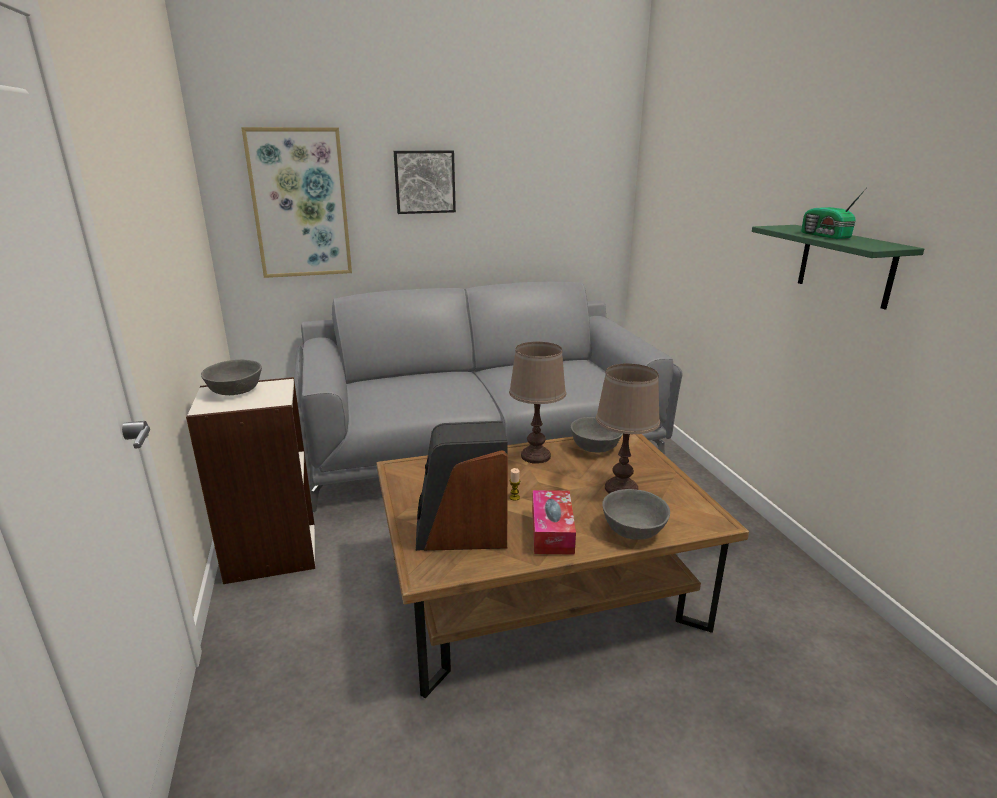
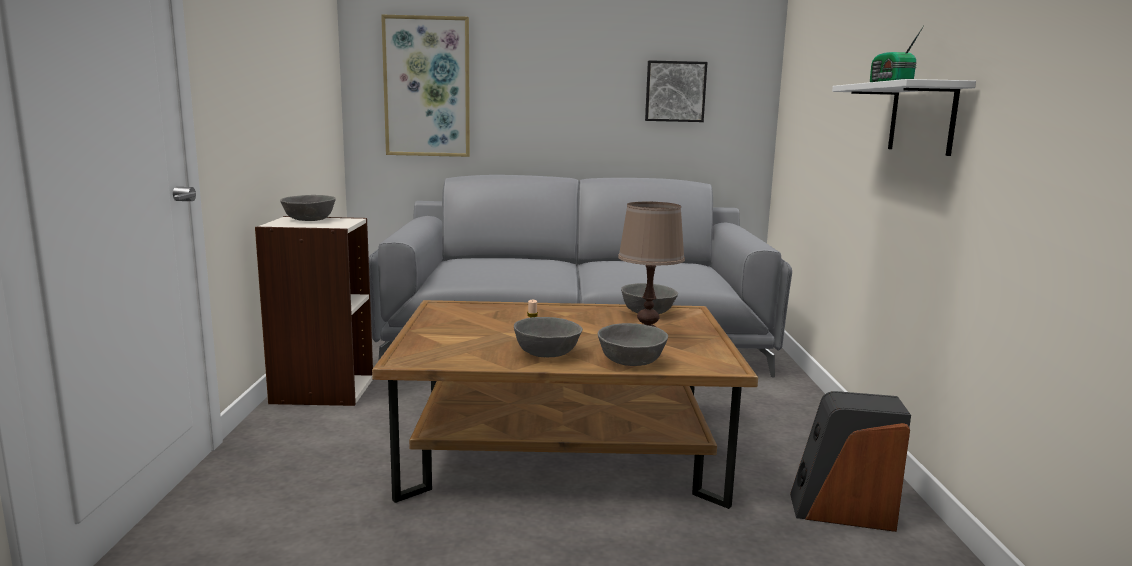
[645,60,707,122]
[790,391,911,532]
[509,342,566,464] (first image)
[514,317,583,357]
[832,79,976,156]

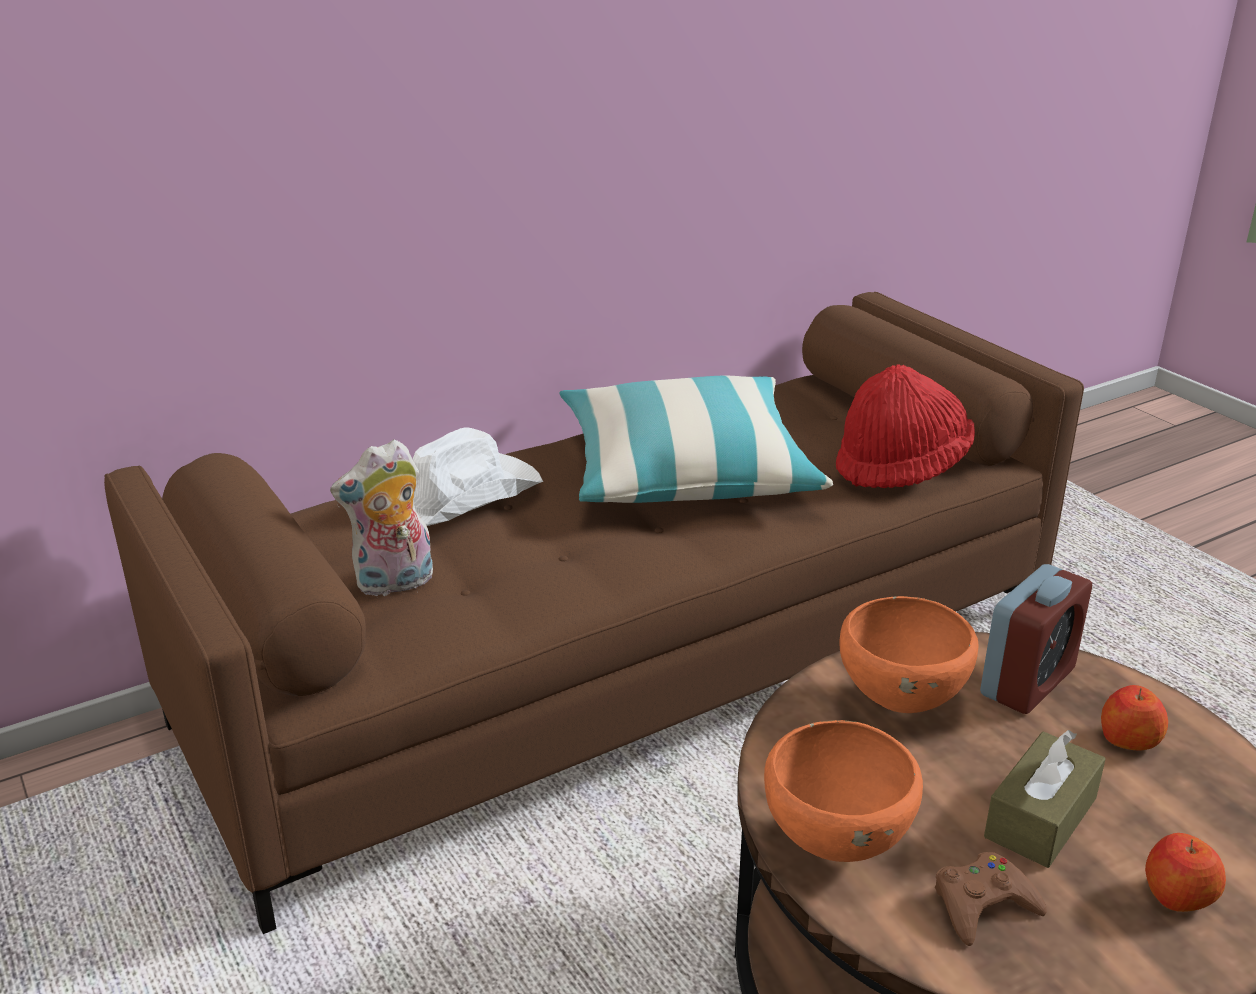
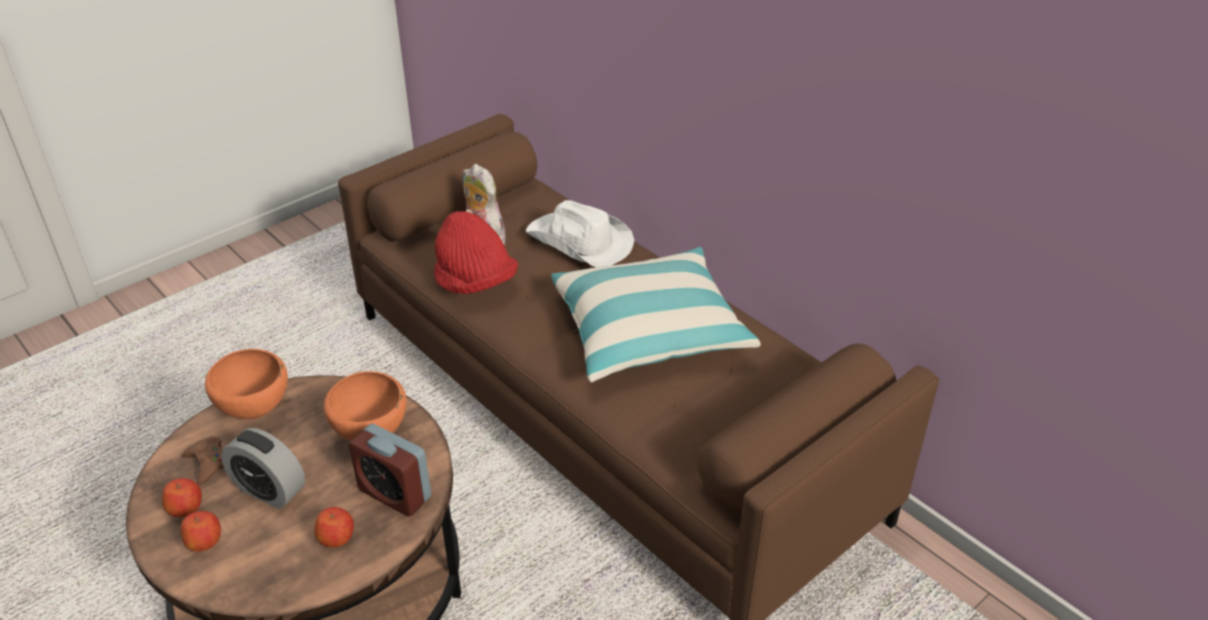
[434,211,518,294]
[221,428,305,509]
[162,478,202,517]

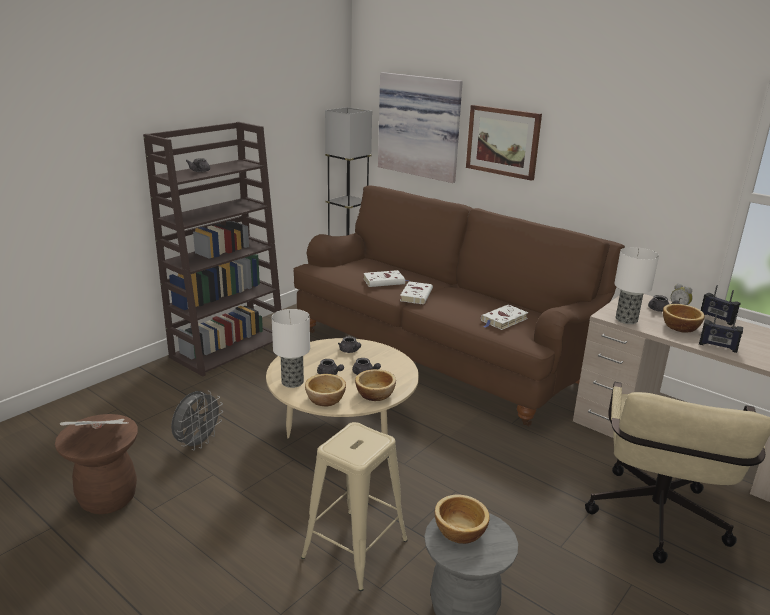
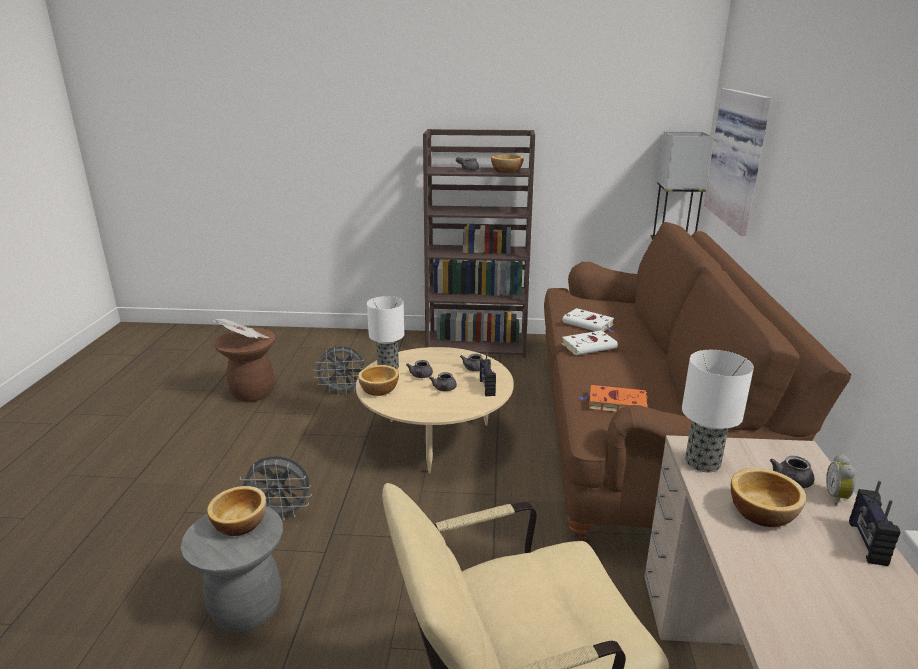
[238,456,312,521]
[491,154,524,173]
[466,105,542,181] (first image)
[579,385,647,412]
[480,352,496,396]

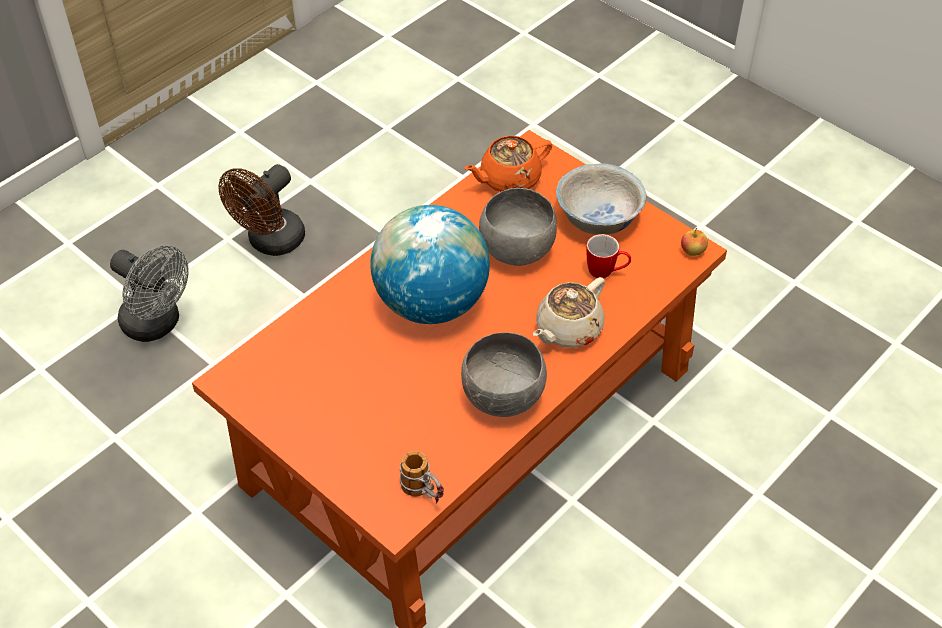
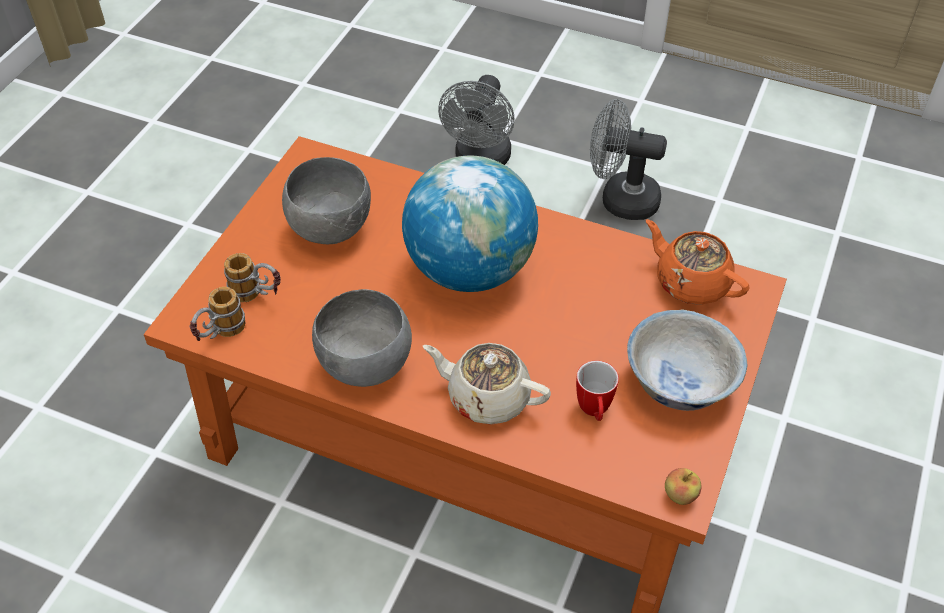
[590,99,667,220]
[282,157,371,244]
[224,253,281,302]

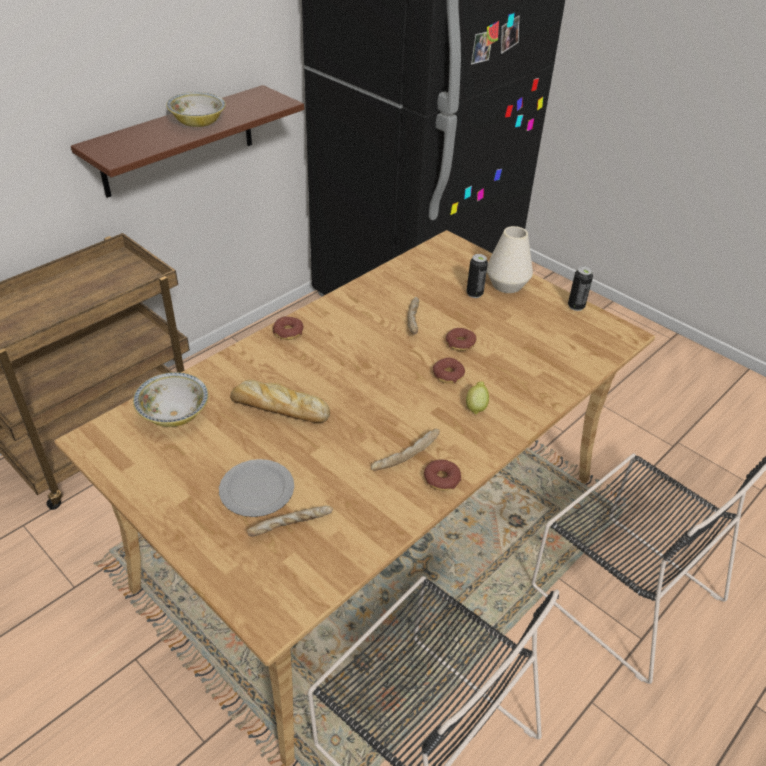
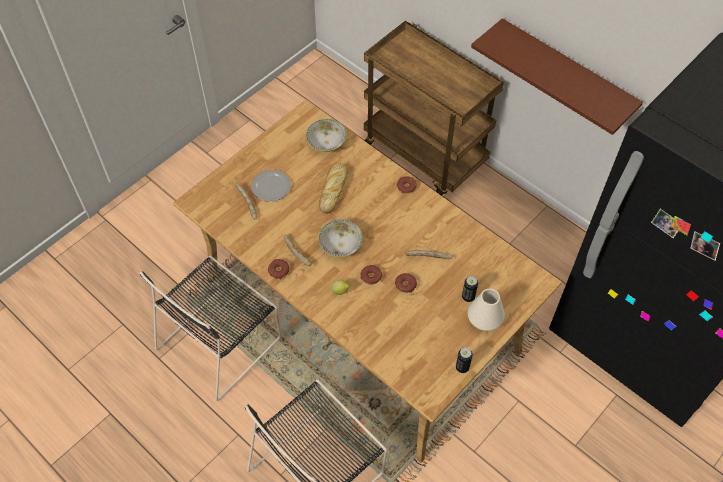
[318,219,363,257]

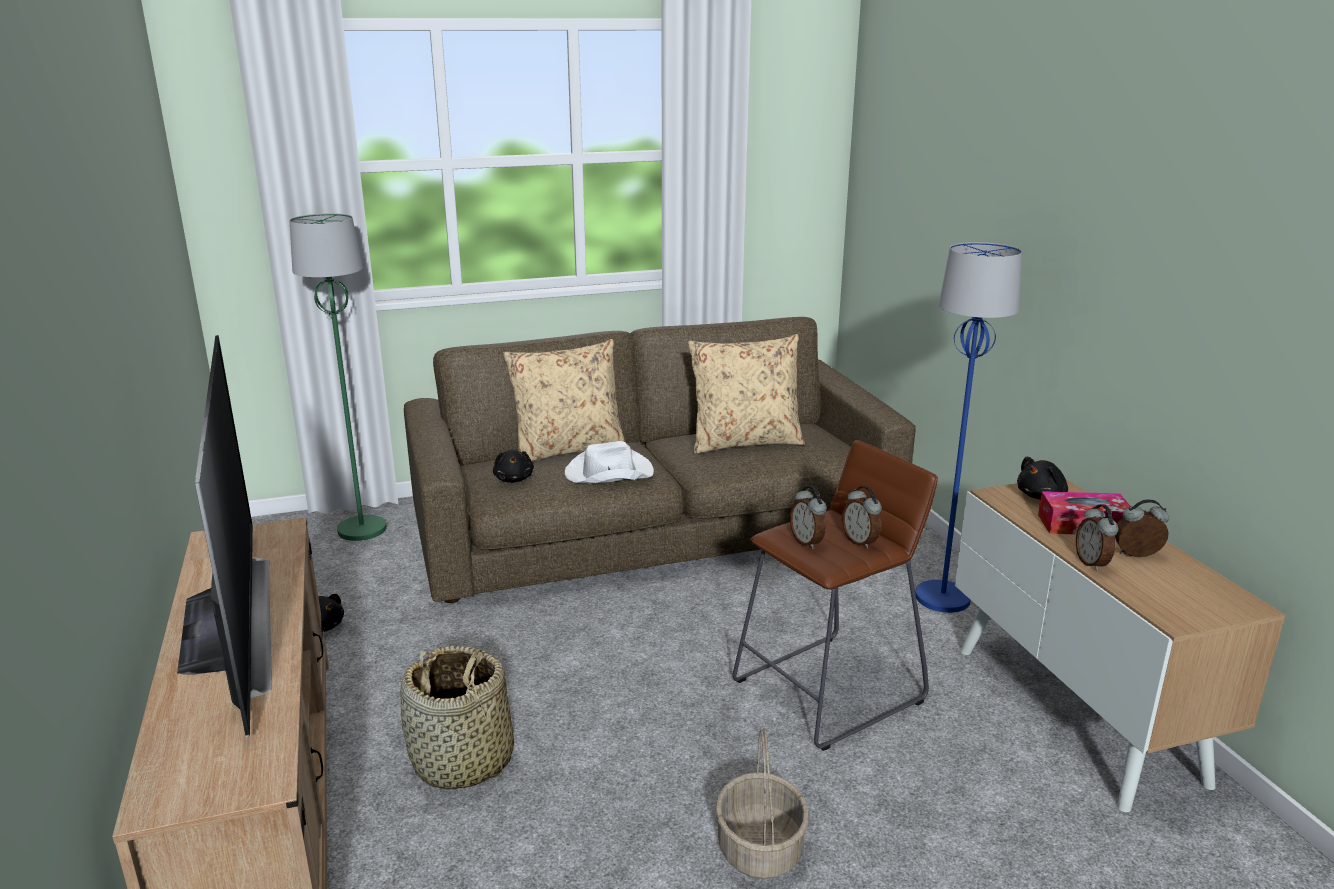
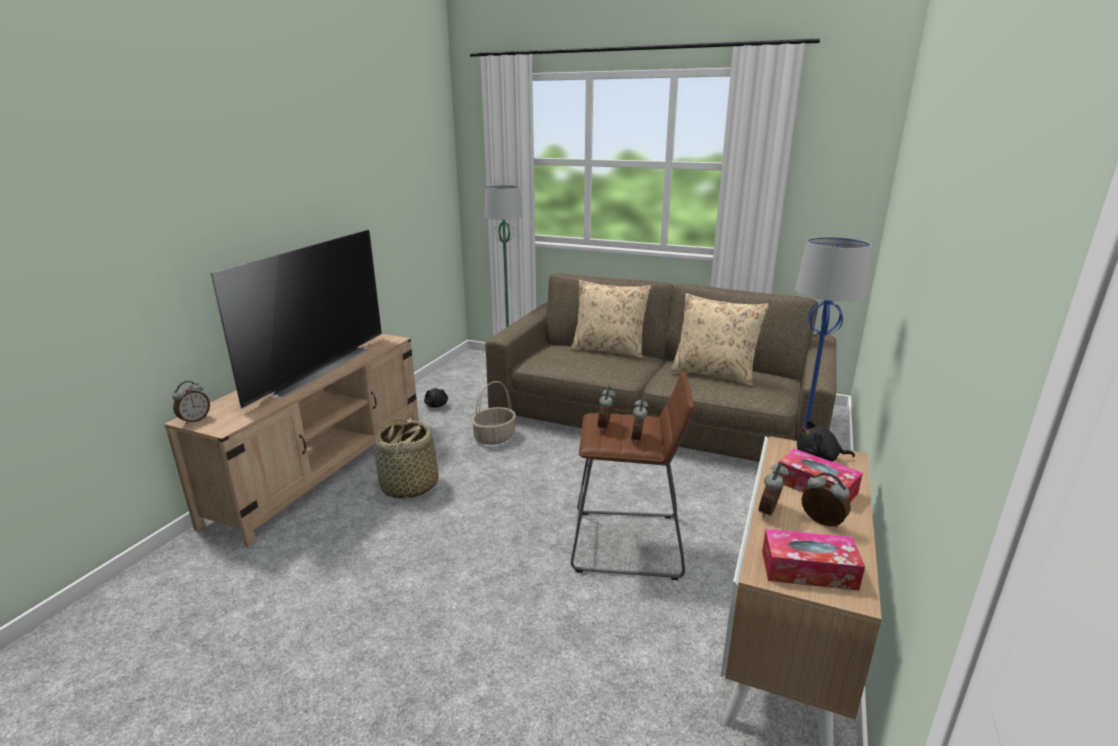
[493,450,534,483] (first image)
[565,441,654,484] (first image)
[471,381,516,445]
[172,381,210,425]
[762,529,865,591]

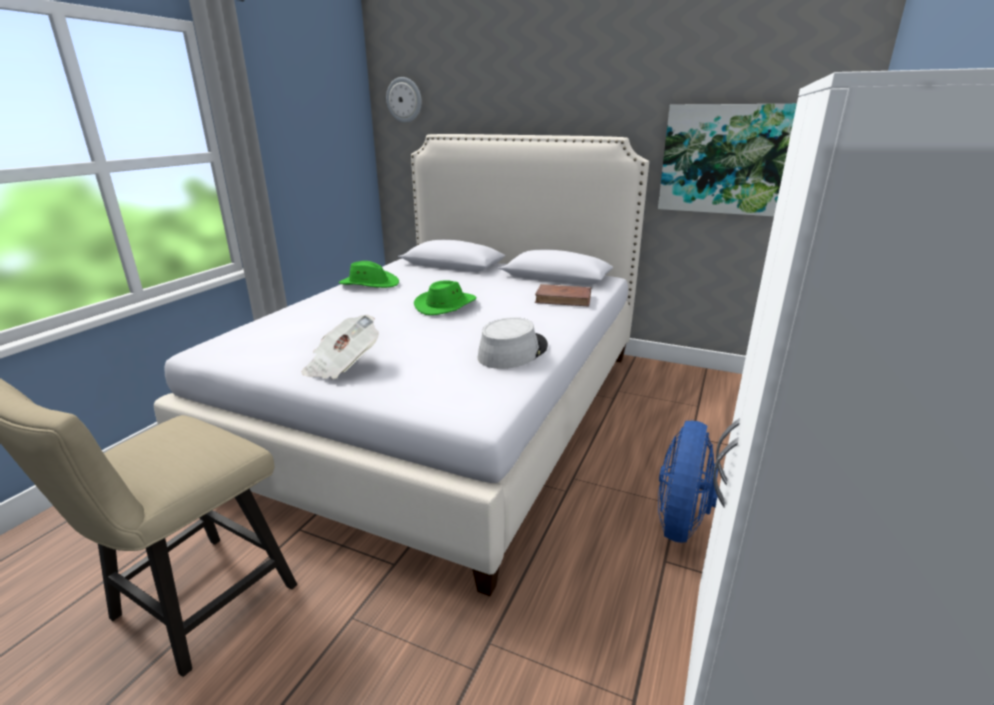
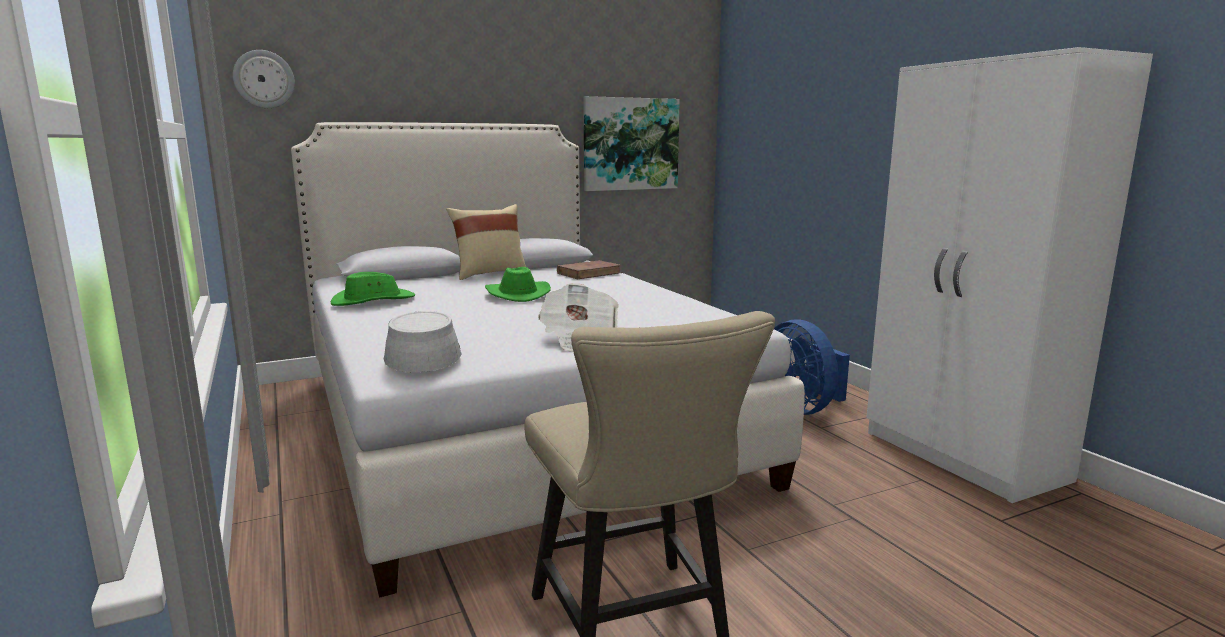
[384,311,462,372]
[446,204,526,280]

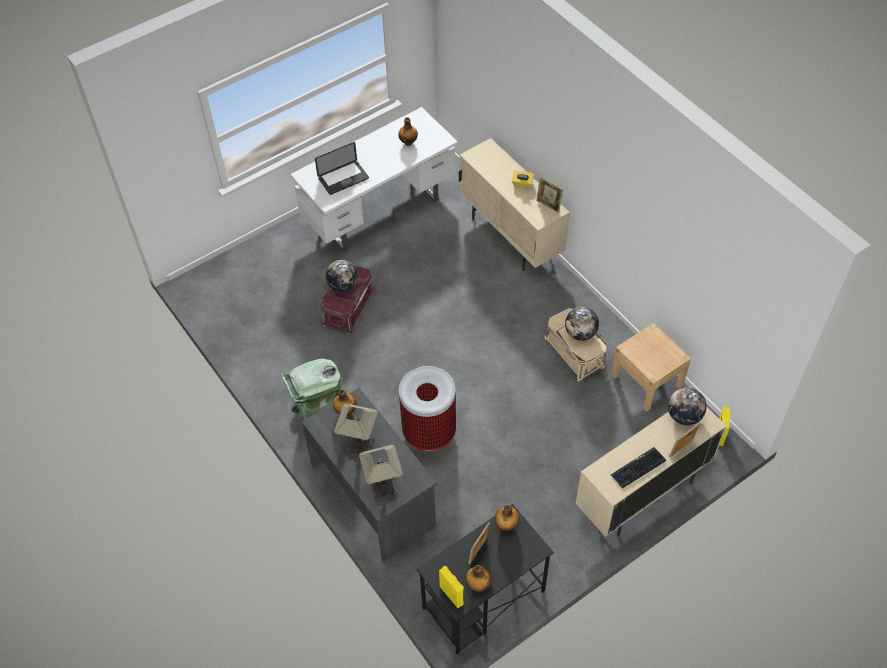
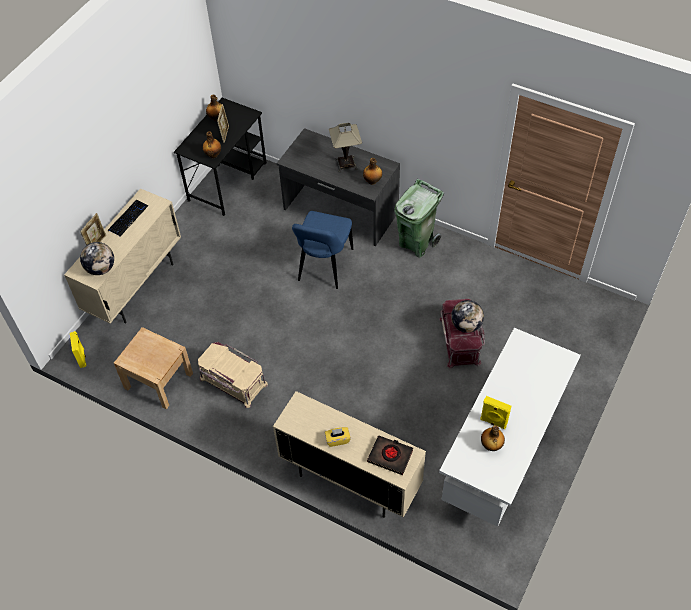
[315,142,369,195] (first image)
[359,445,403,502] (first image)
[292,211,353,289]
[480,396,512,429]
[536,177,563,213] (first image)
[565,307,599,341] (first image)
[367,435,413,475]

